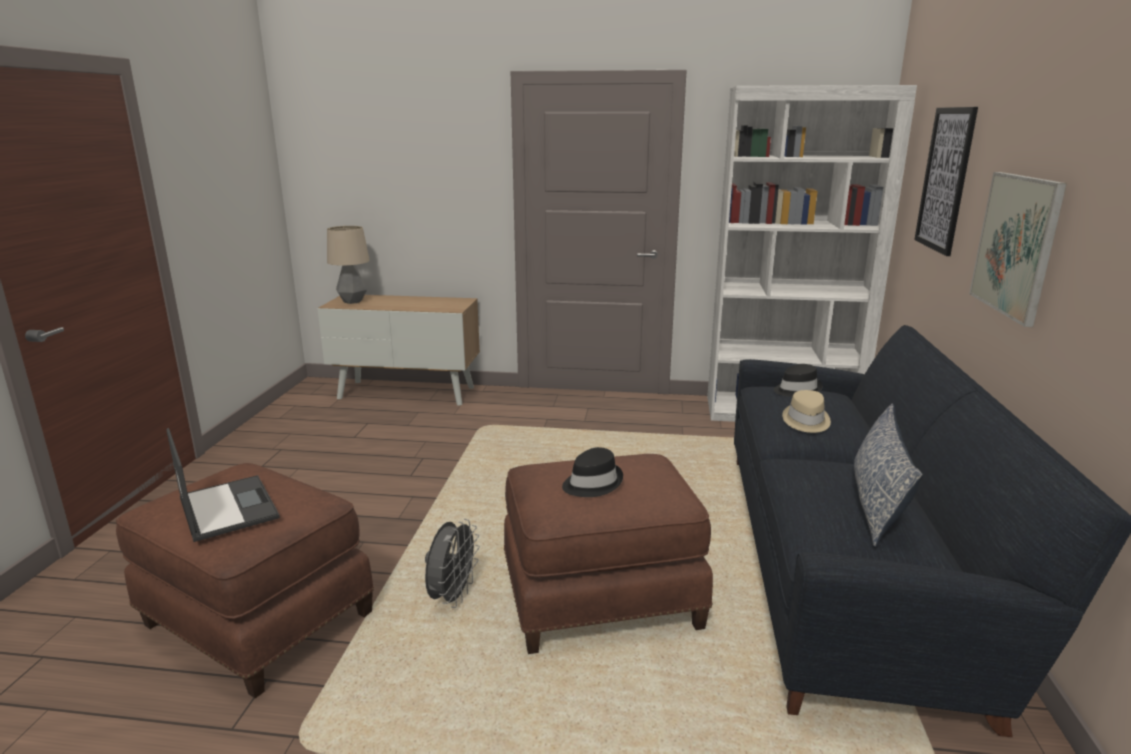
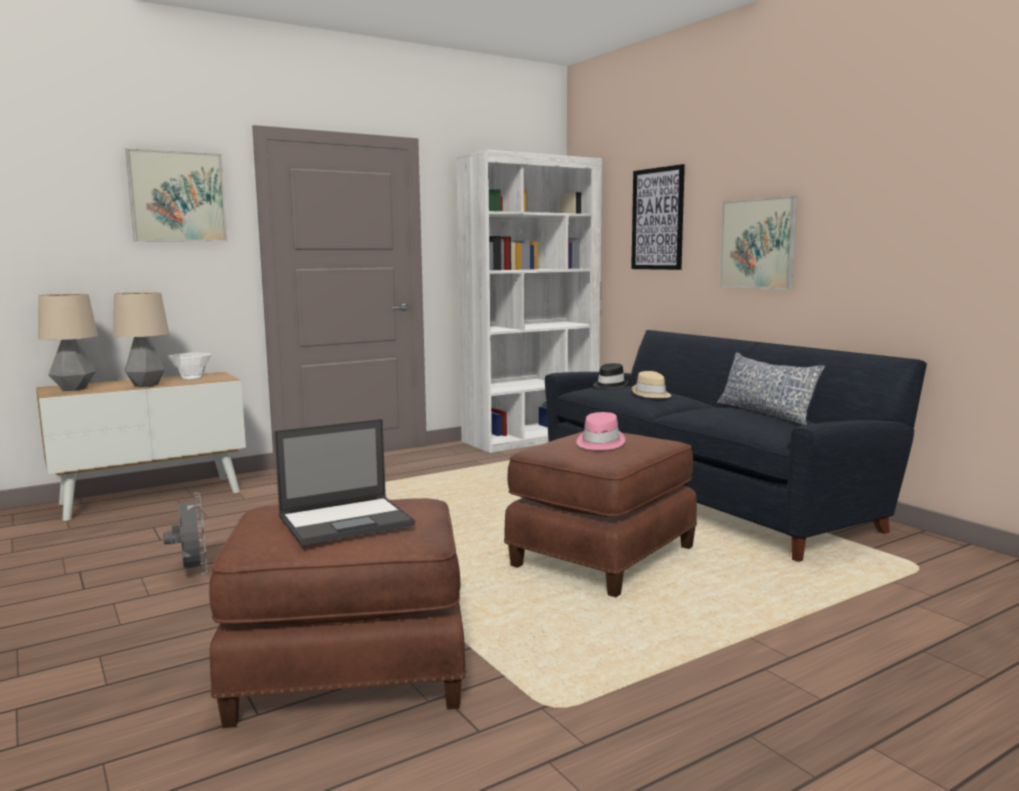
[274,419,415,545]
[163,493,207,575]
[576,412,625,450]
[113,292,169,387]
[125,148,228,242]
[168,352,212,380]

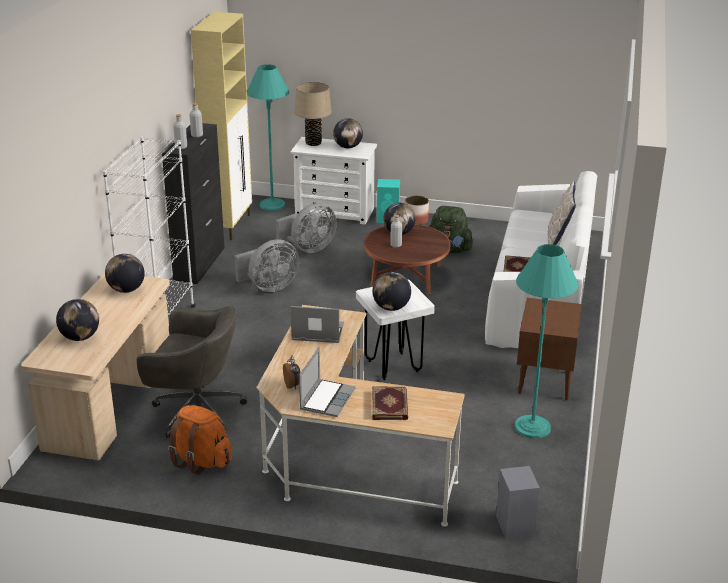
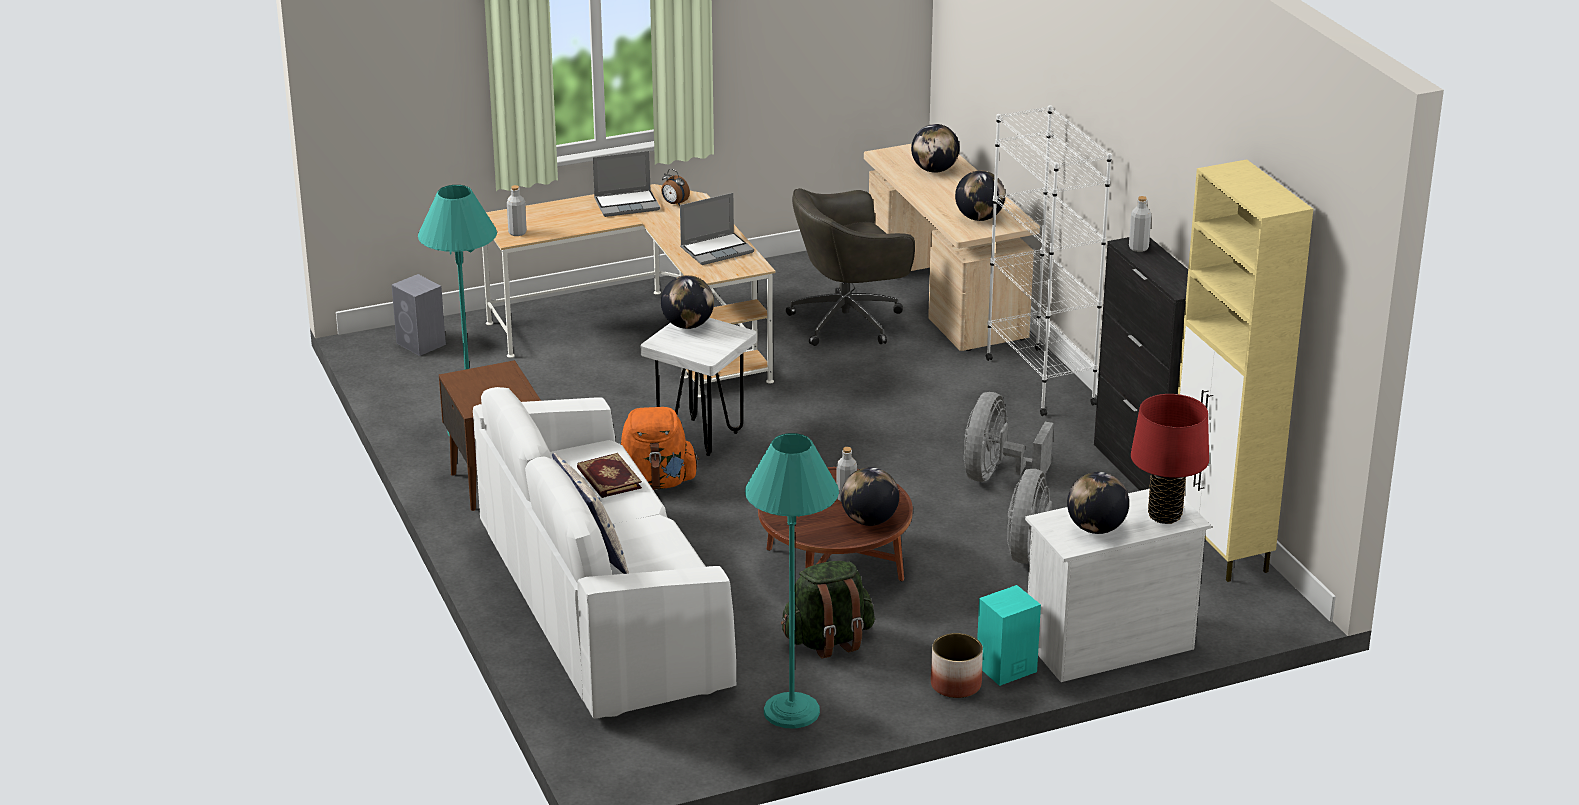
[621,407,699,490]
[507,185,527,236]
[745,433,839,728]
[1131,394,1209,524]
[593,151,660,217]
[372,386,408,420] (first image)

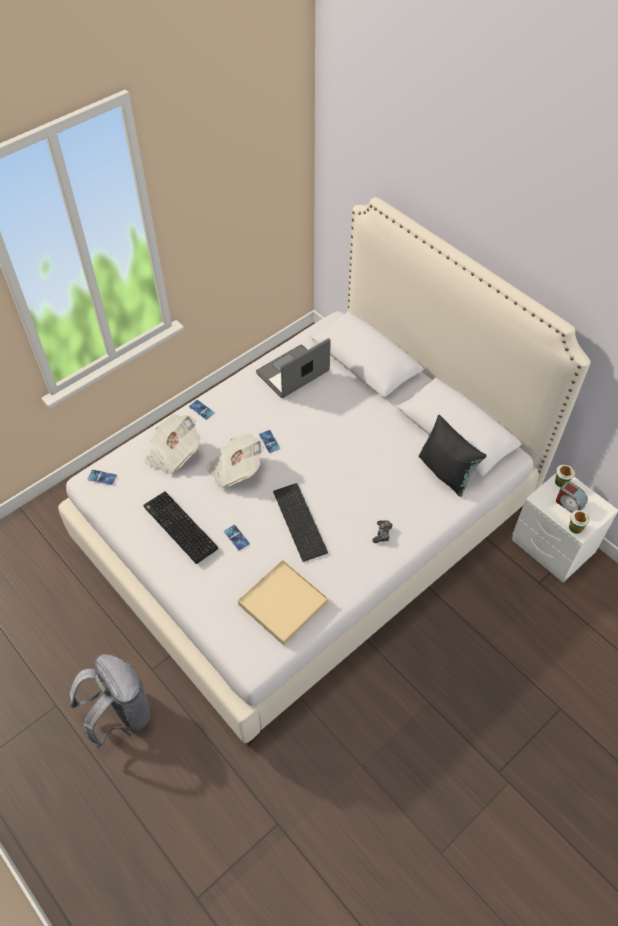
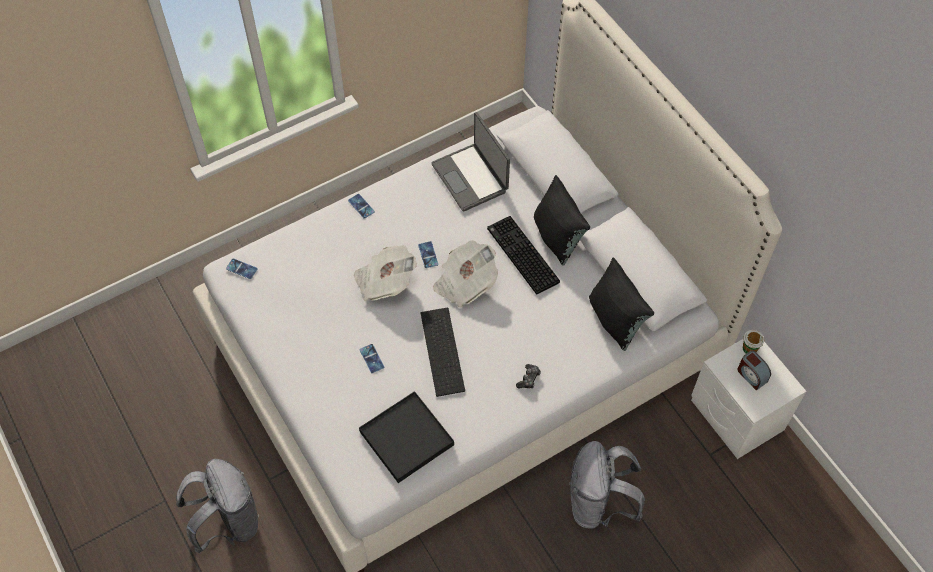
[487,216,560,294]
[433,240,498,308]
[359,391,454,483]
[431,112,510,211]
[569,510,590,534] (first image)
[534,175,590,266]
[569,441,645,529]

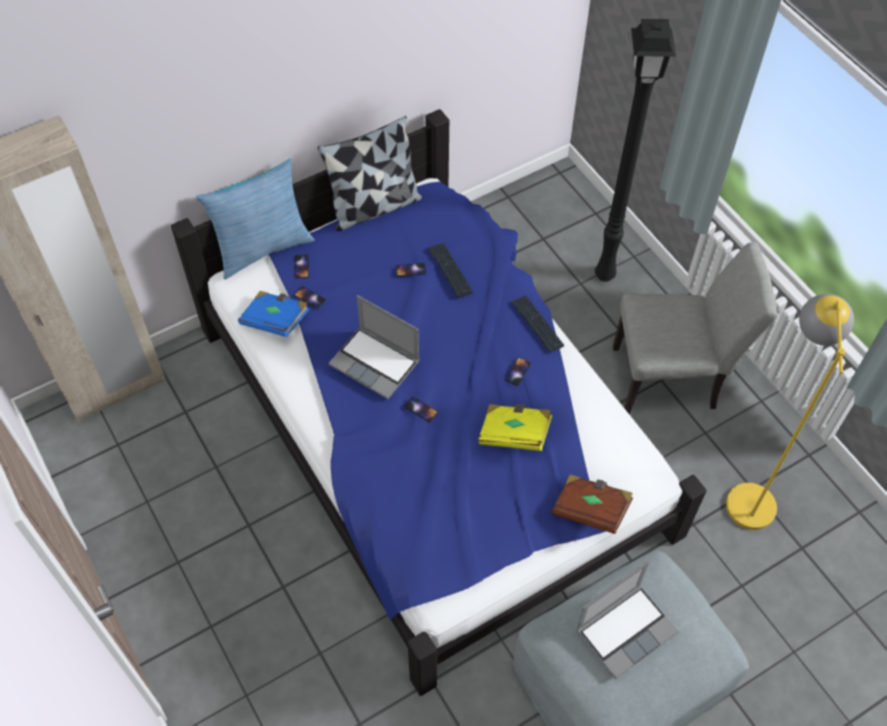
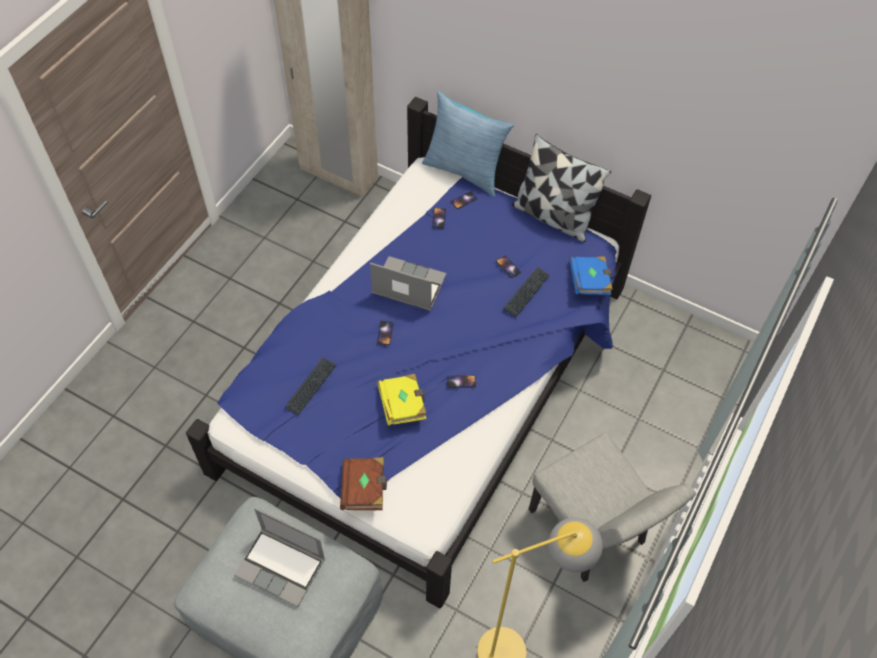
[569,256,613,295]
[370,256,446,311]
[285,357,336,415]
[595,19,676,282] (first image)

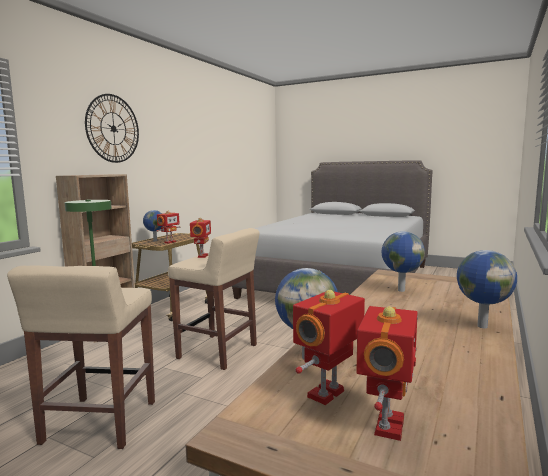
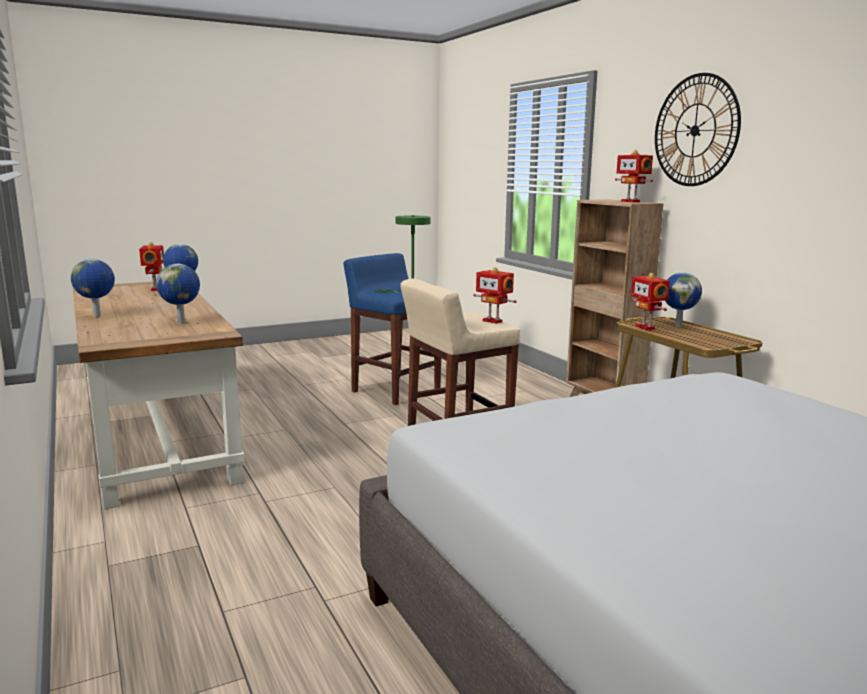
[343,253,441,405]
[615,150,653,202]

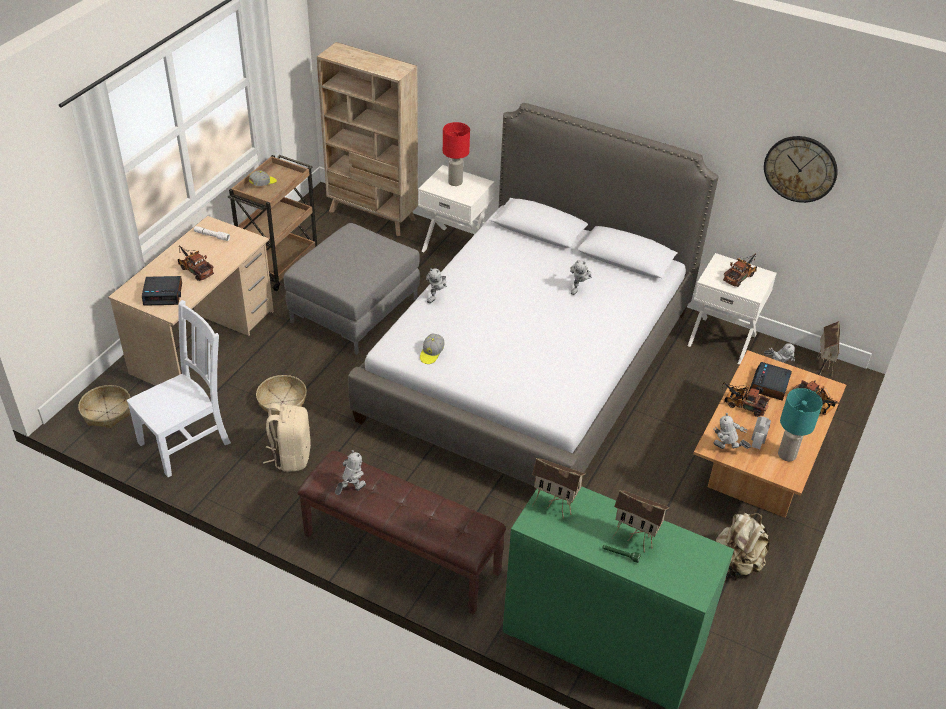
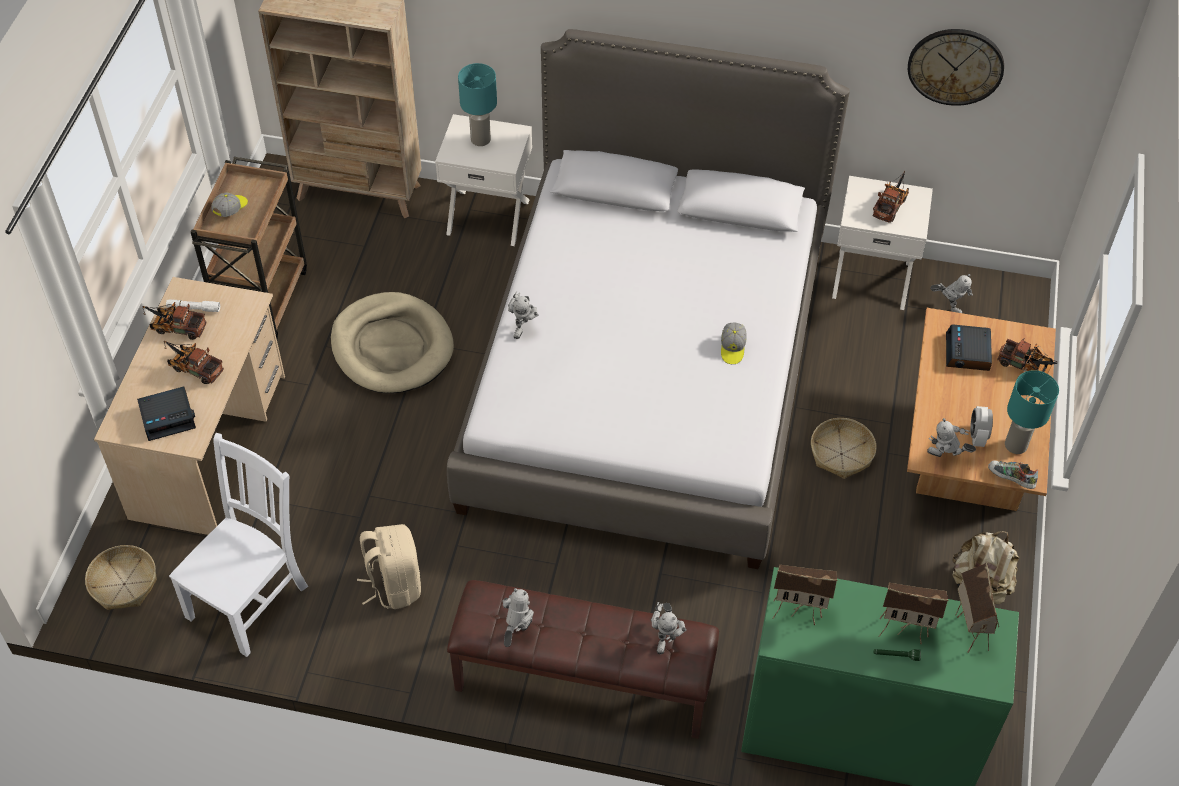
[811,418,876,479]
[331,292,454,393]
[721,323,747,364]
[458,63,497,146]
[651,602,686,654]
[143,302,206,340]
[955,562,999,653]
[988,461,1038,489]

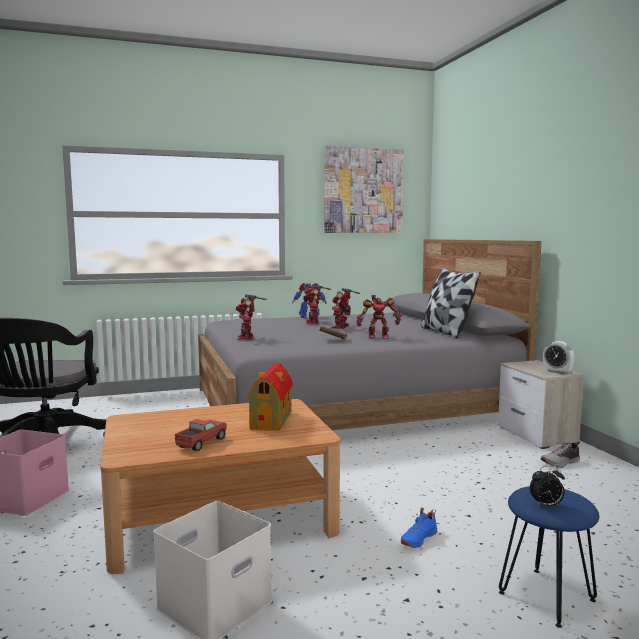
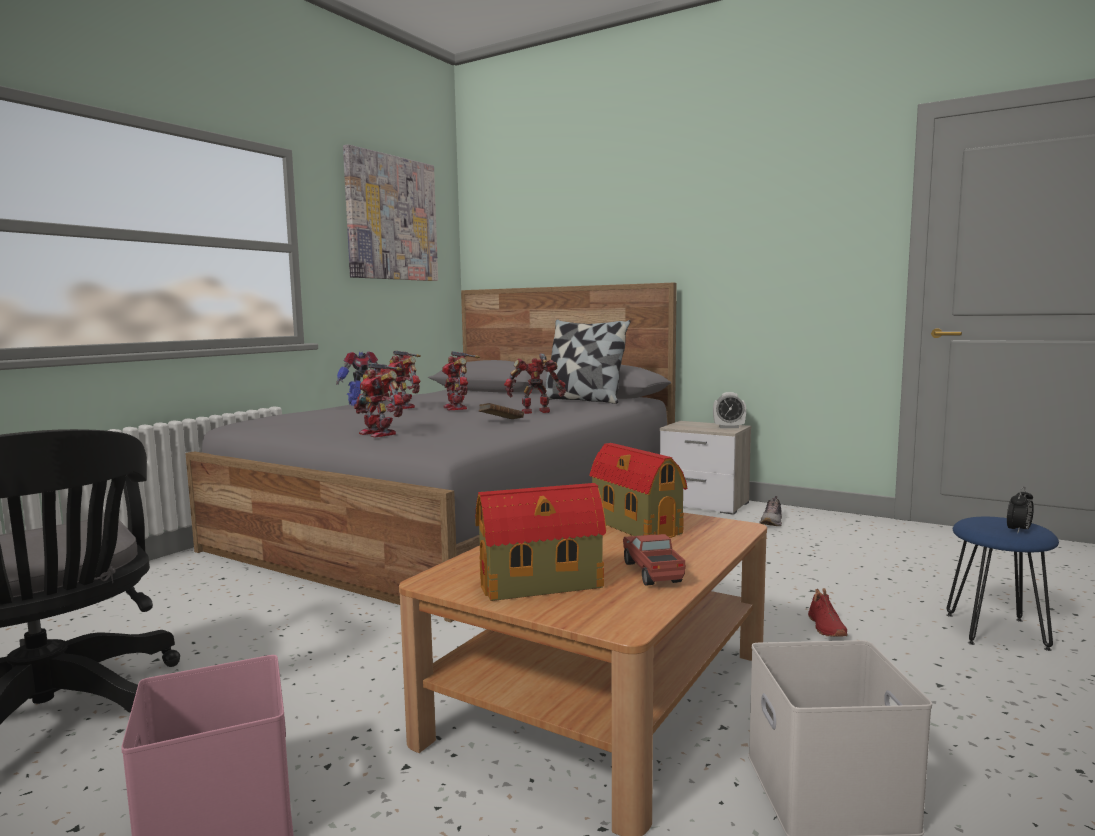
[504,353,566,414]
[808,588,848,637]
[475,483,607,601]

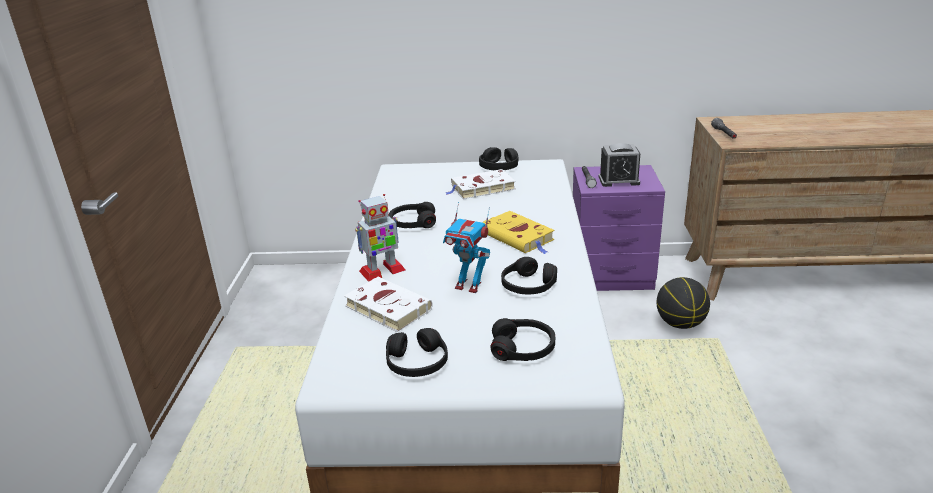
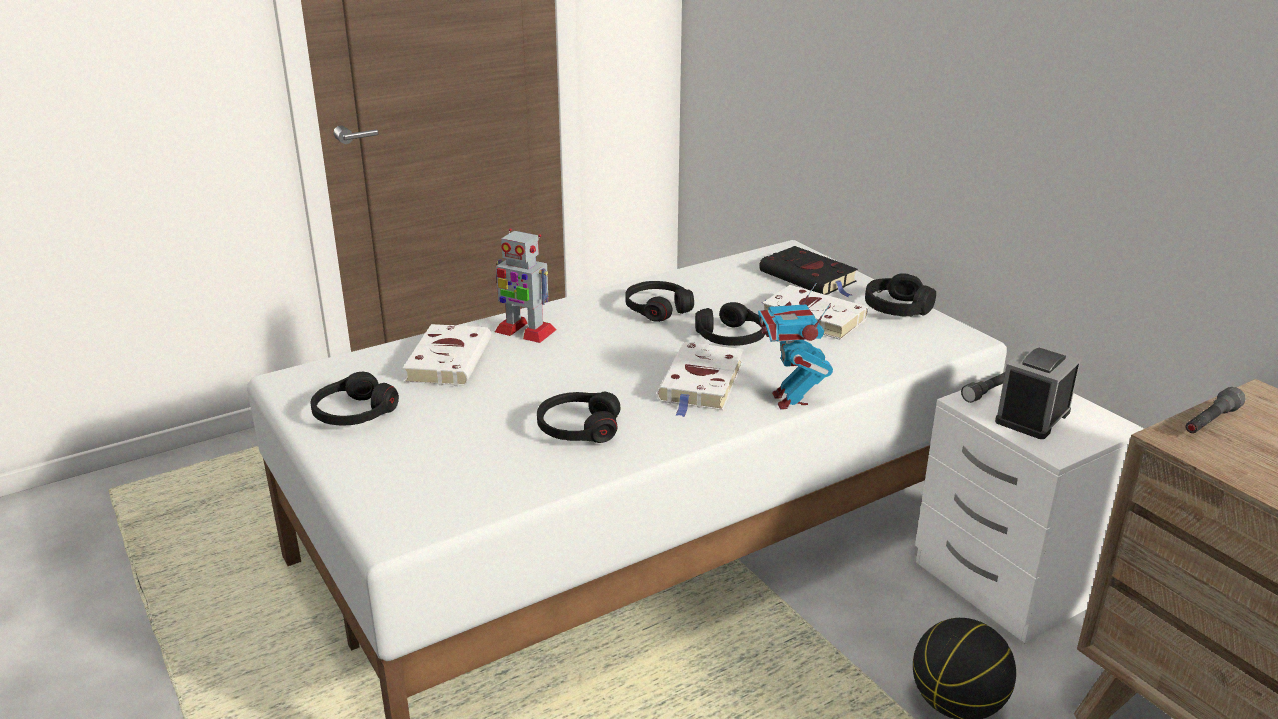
[758,283,833,409]
[657,342,743,417]
[695,302,765,346]
[915,384,1144,643]
[995,344,1081,439]
[759,246,858,297]

